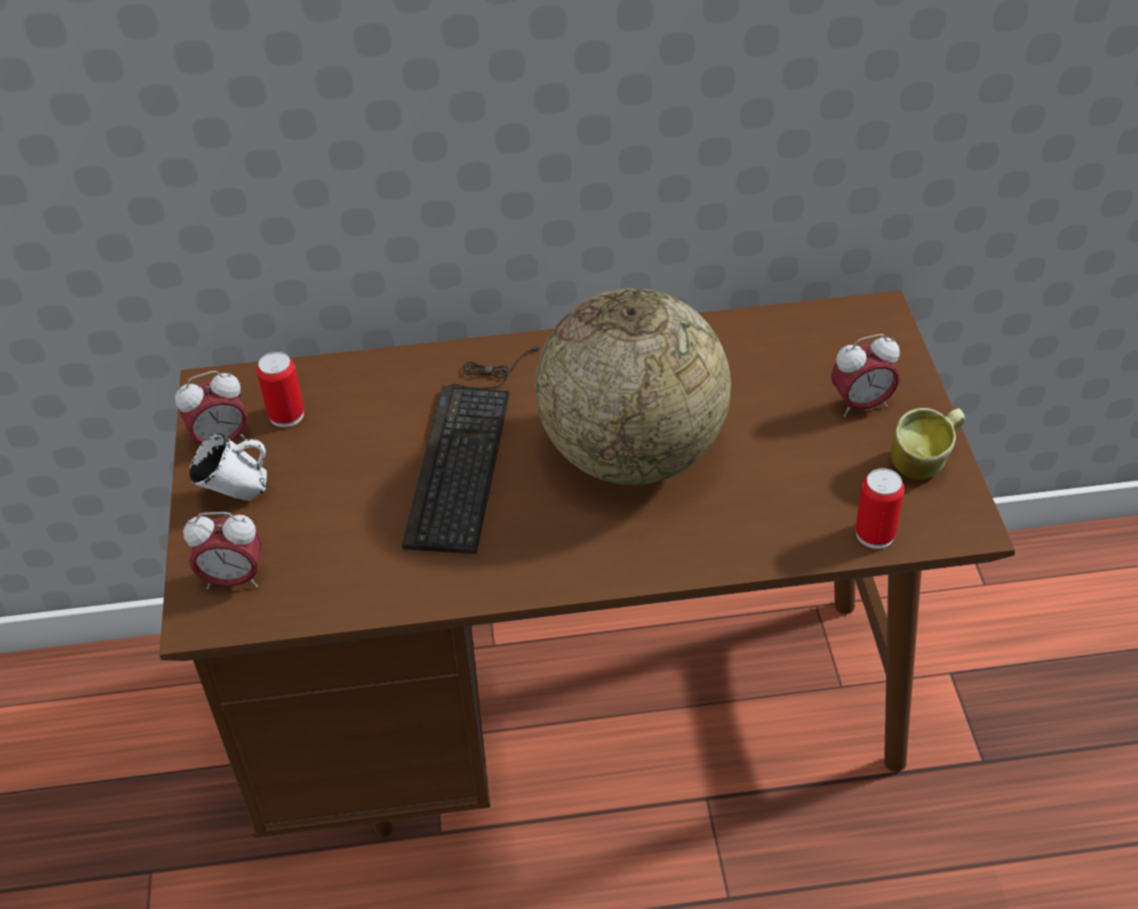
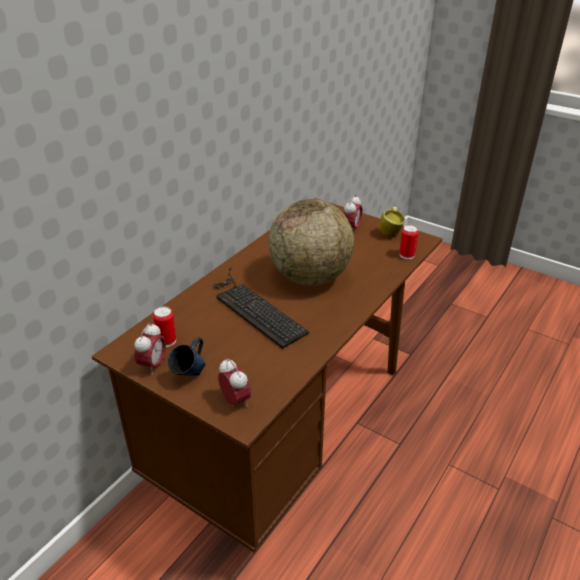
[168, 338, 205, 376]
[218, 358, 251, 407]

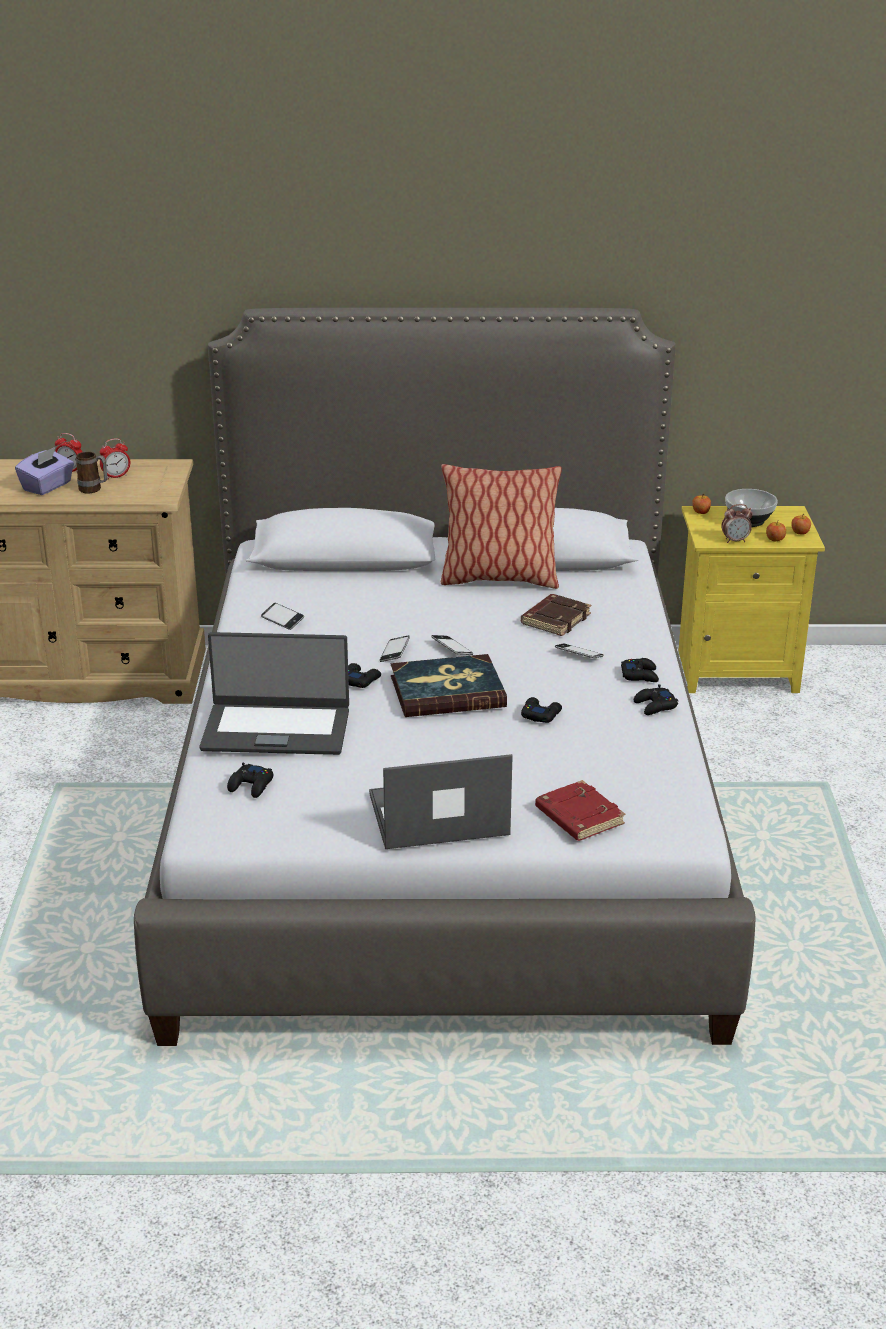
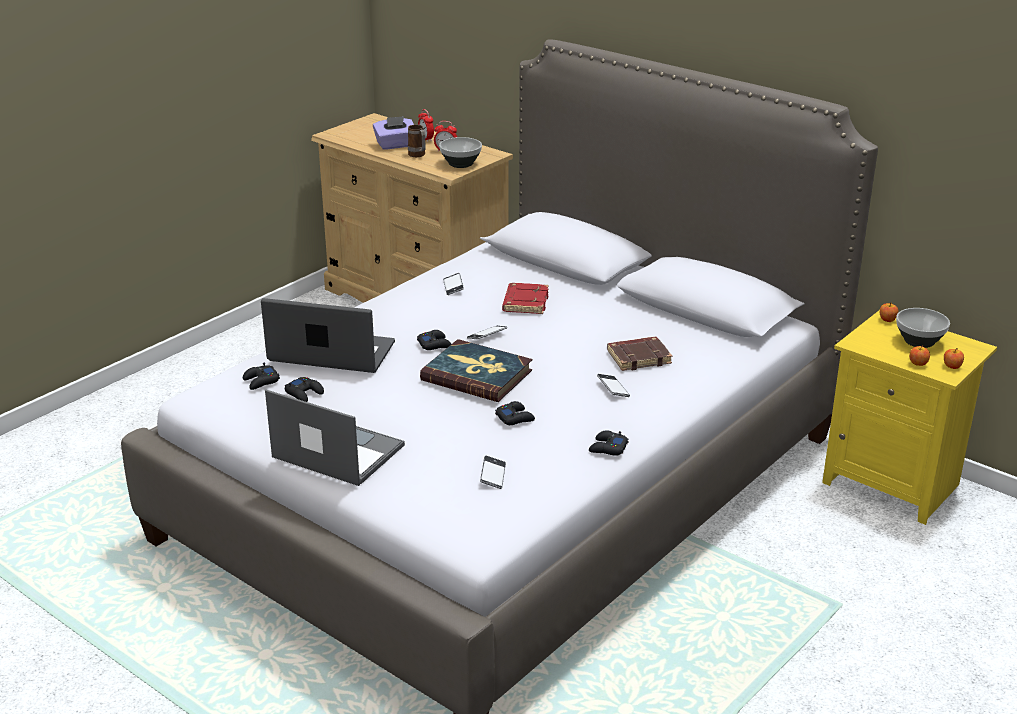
[261, 298, 395, 373]
[285, 377, 324, 402]
[439, 137, 482, 168]
[480, 456, 506, 489]
[502, 283, 549, 314]
[441, 464, 562, 589] (first image)
[721, 504, 753, 543] (first image)

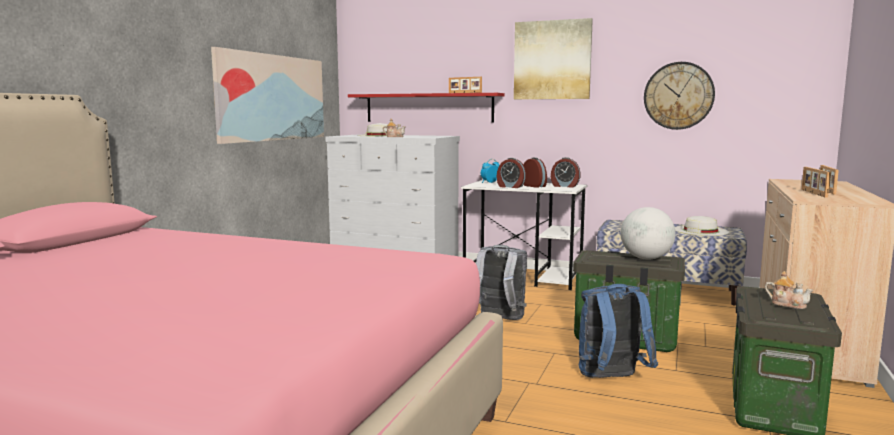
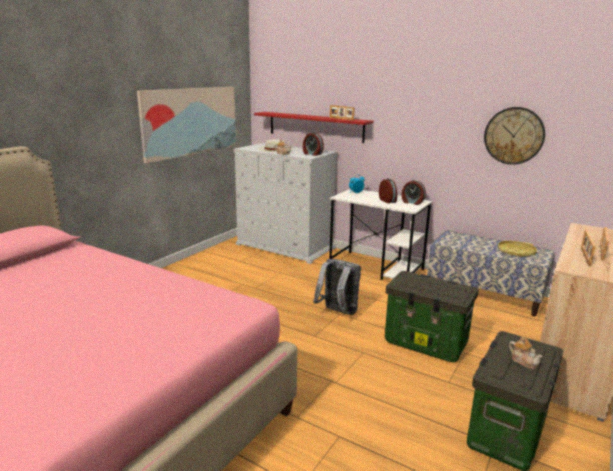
[303, 132, 324, 156]
[498, 241, 537, 257]
[514, 18, 593, 99] (first image)
[579, 284, 658, 378] (first image)
[621, 207, 676, 260] (first image)

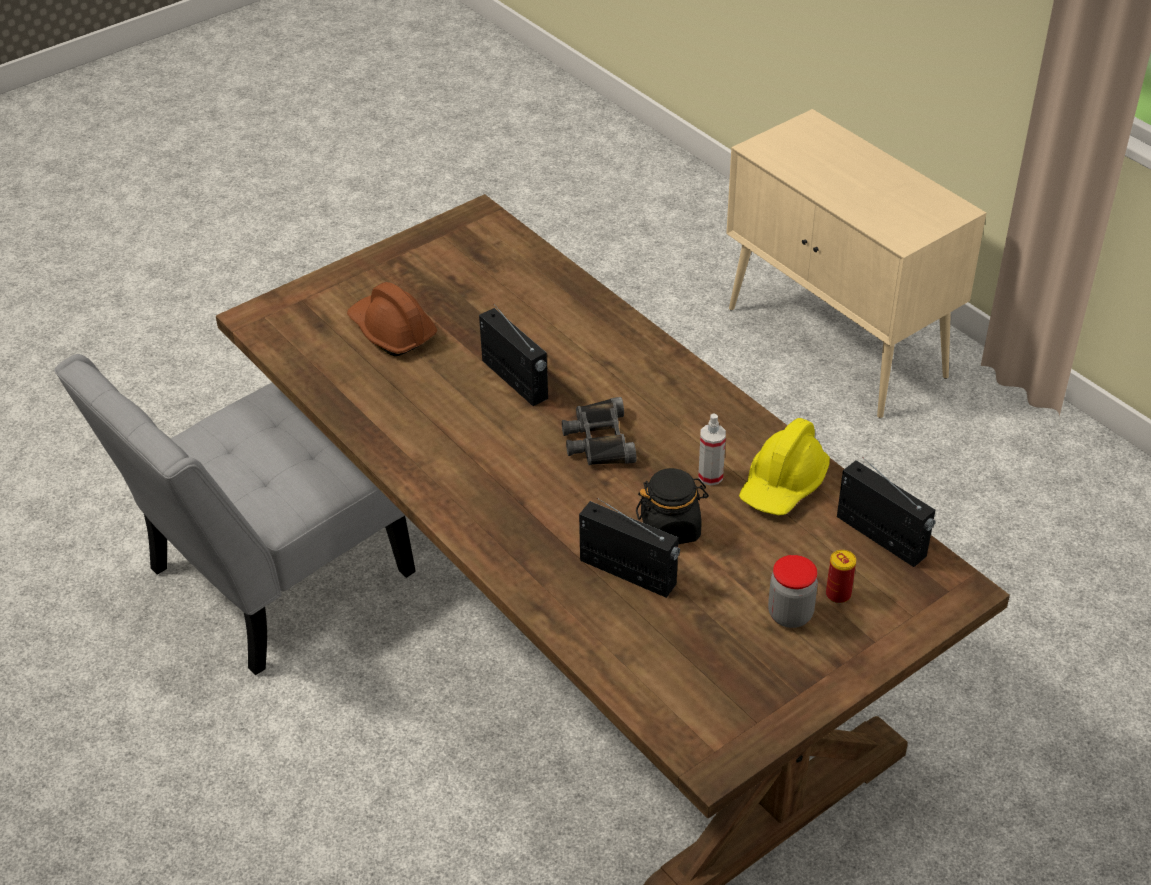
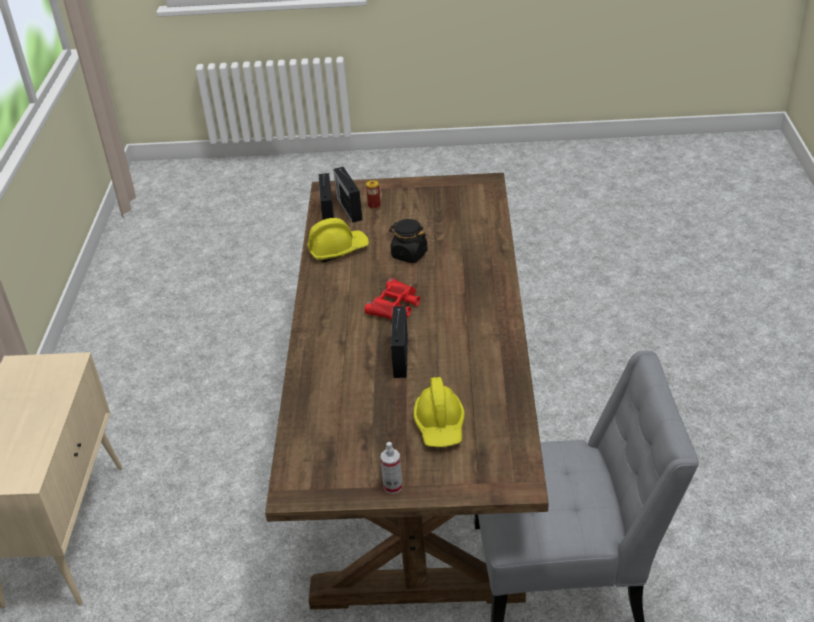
[333, 167, 362, 223]
[365, 278, 420, 319]
[380, 442, 403, 494]
[414, 377, 465, 447]
[768, 555, 818, 628] (first image)

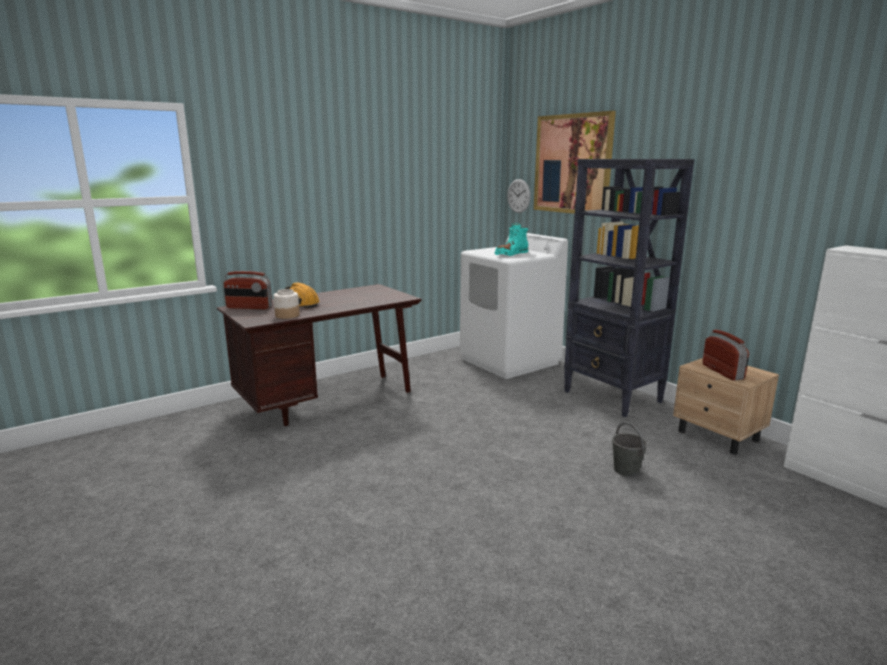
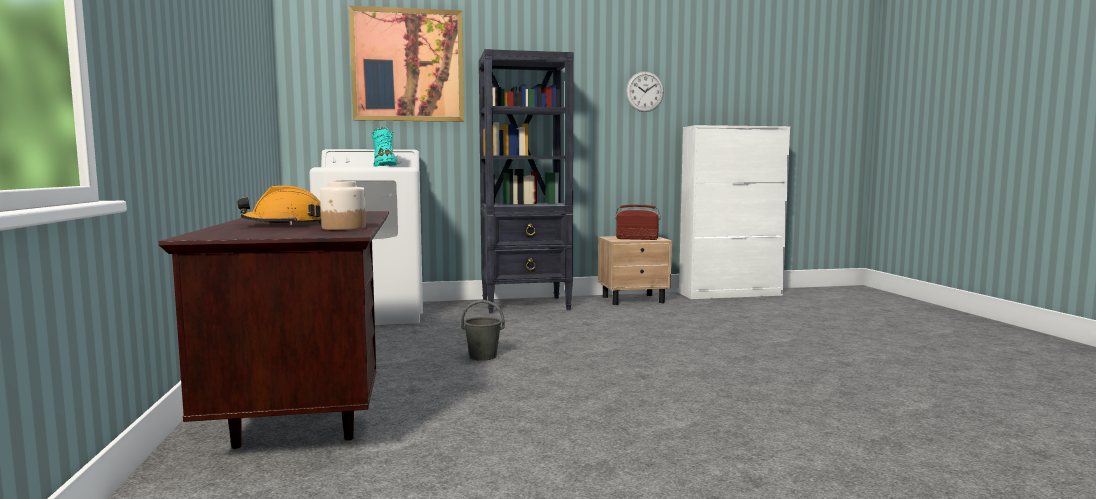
[461, 300, 505, 361]
[626, 71, 664, 112]
[223, 271, 272, 309] (first image)

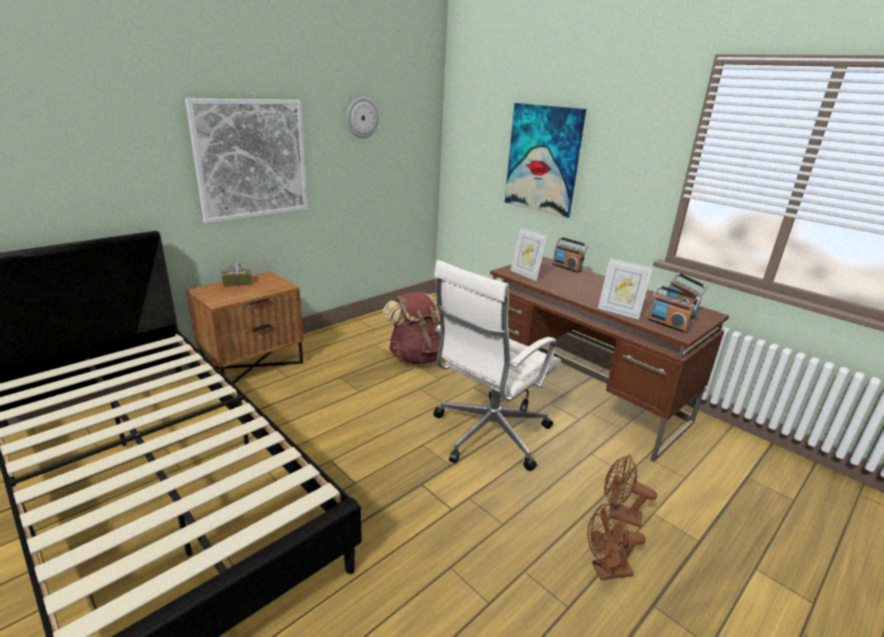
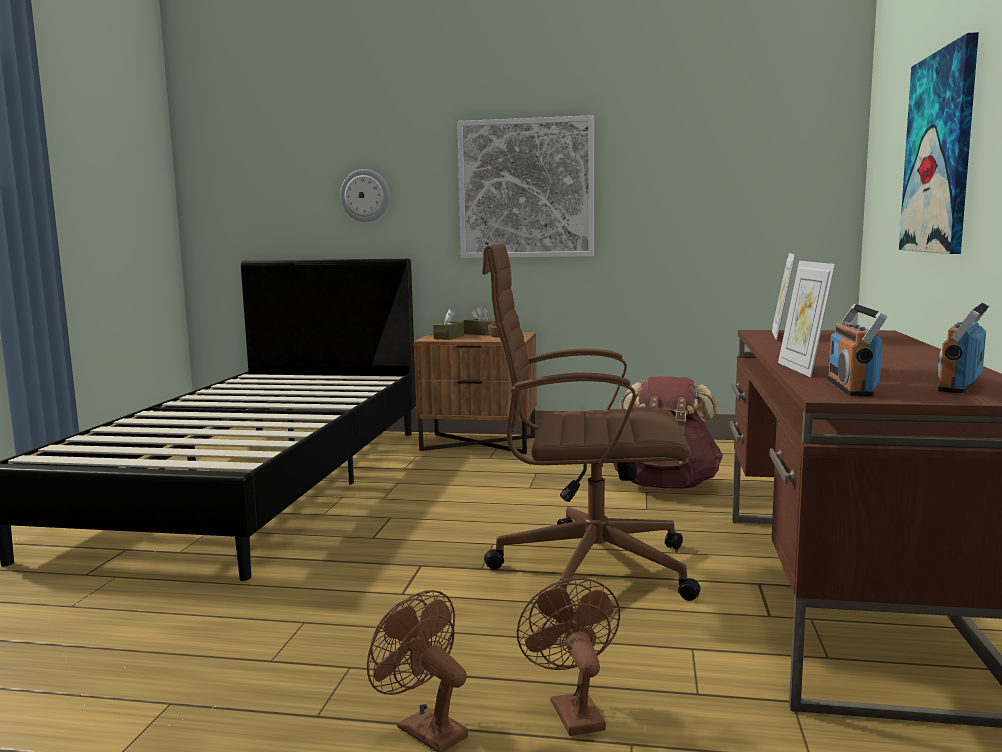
[340, 169, 390, 222]
[433, 309, 464, 340]
[482, 244, 700, 601]
[552, 237, 588, 273] (first image)

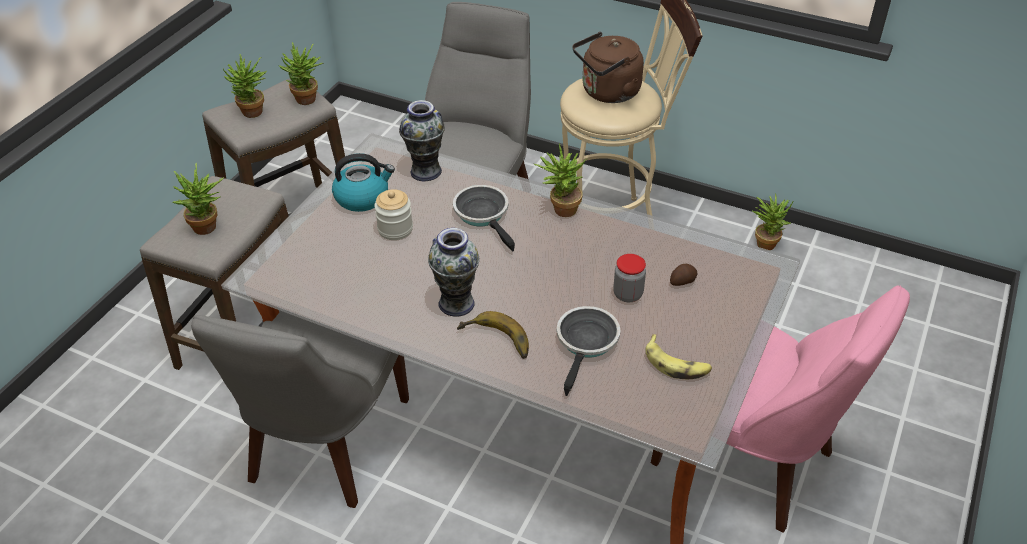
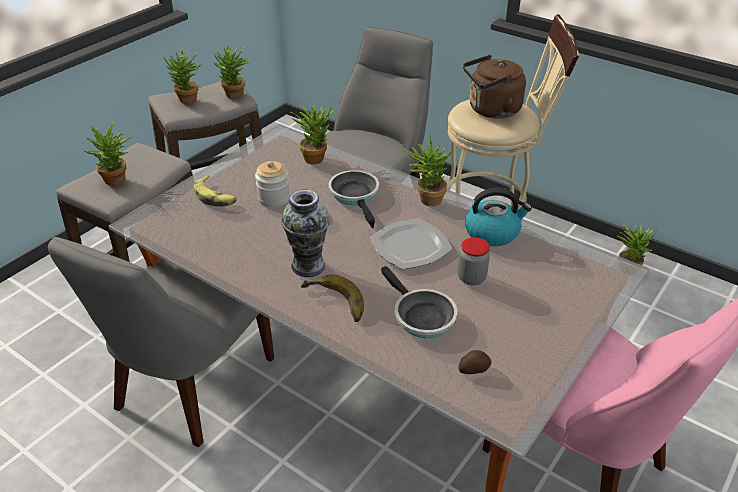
[193, 175, 237, 207]
[290, 104, 333, 164]
[370, 218, 453, 269]
[381, 266, 458, 338]
[458, 350, 491, 374]
[465, 188, 532, 246]

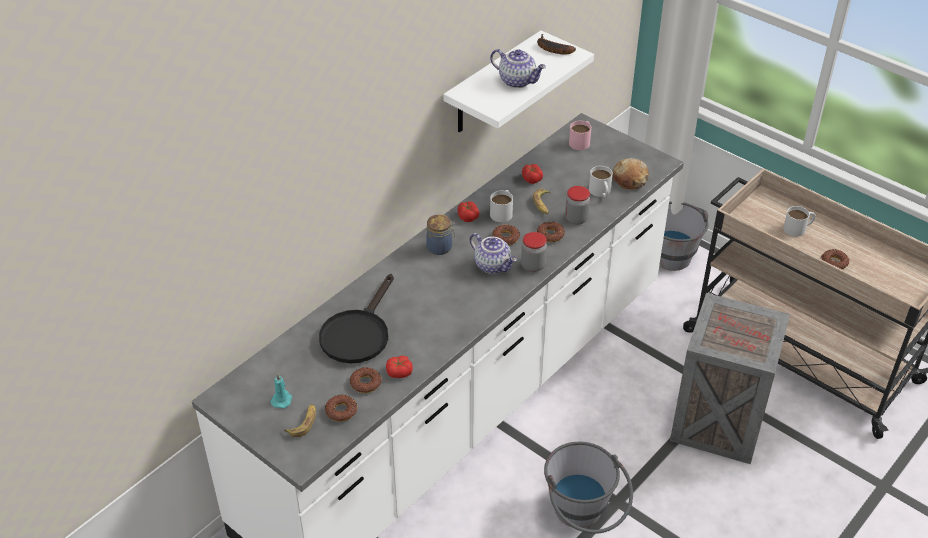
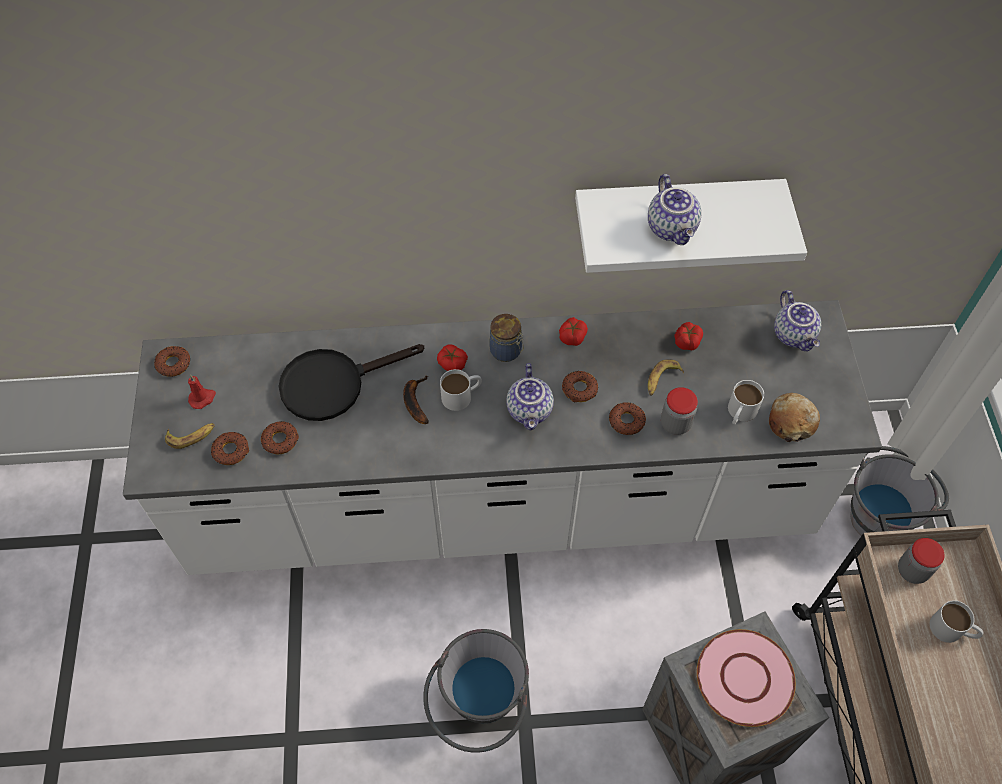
[154, 346, 190, 377]
[188, 374, 216, 409]
[403, 376, 429, 424]
[437, 344, 468, 371]
[440, 369, 482, 411]
[697, 629, 796, 727]
[774, 290, 821, 352]
[898, 538, 945, 584]

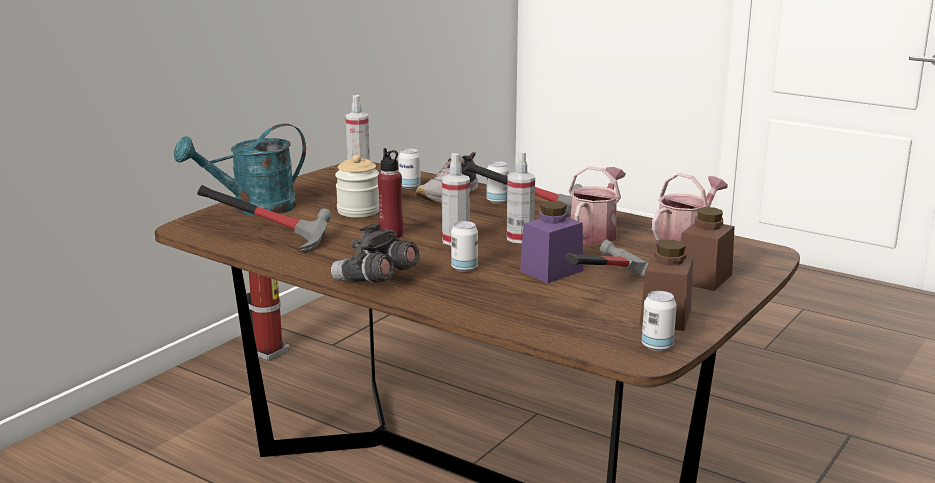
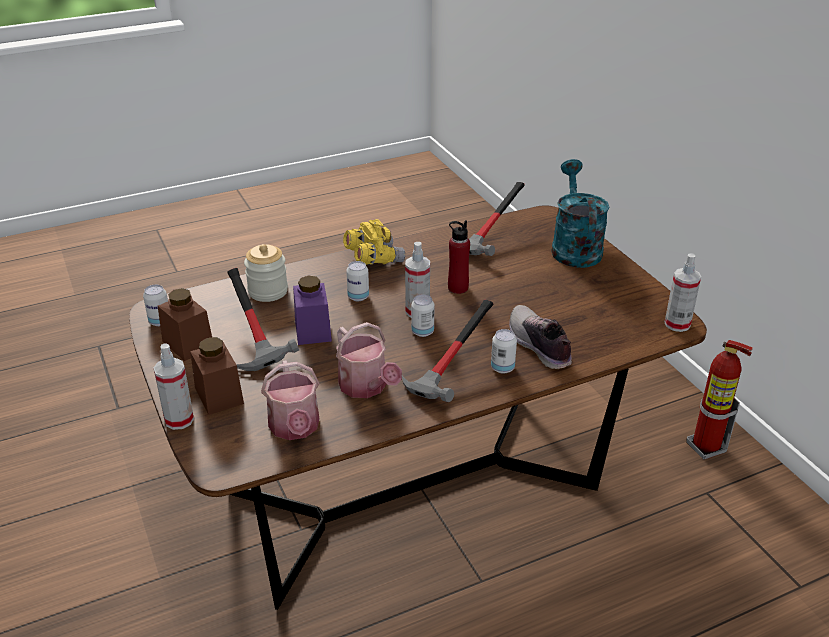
[154, 344, 194, 430]
[244, 244, 288, 302]
[343, 219, 405, 265]
[411, 294, 434, 337]

